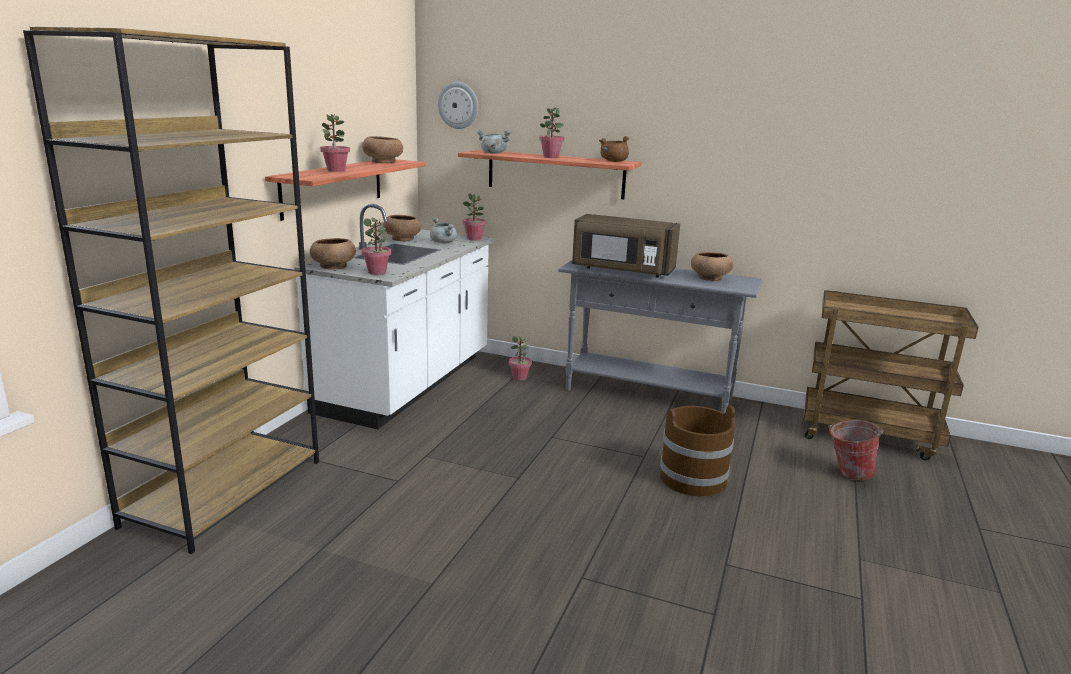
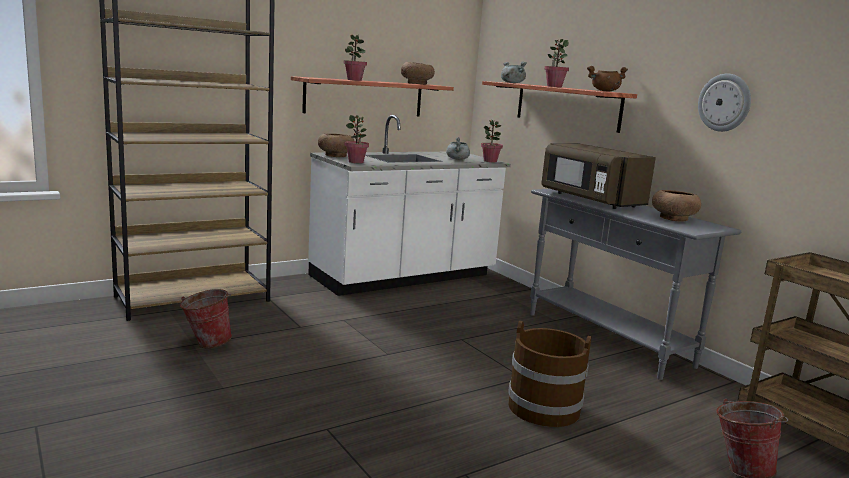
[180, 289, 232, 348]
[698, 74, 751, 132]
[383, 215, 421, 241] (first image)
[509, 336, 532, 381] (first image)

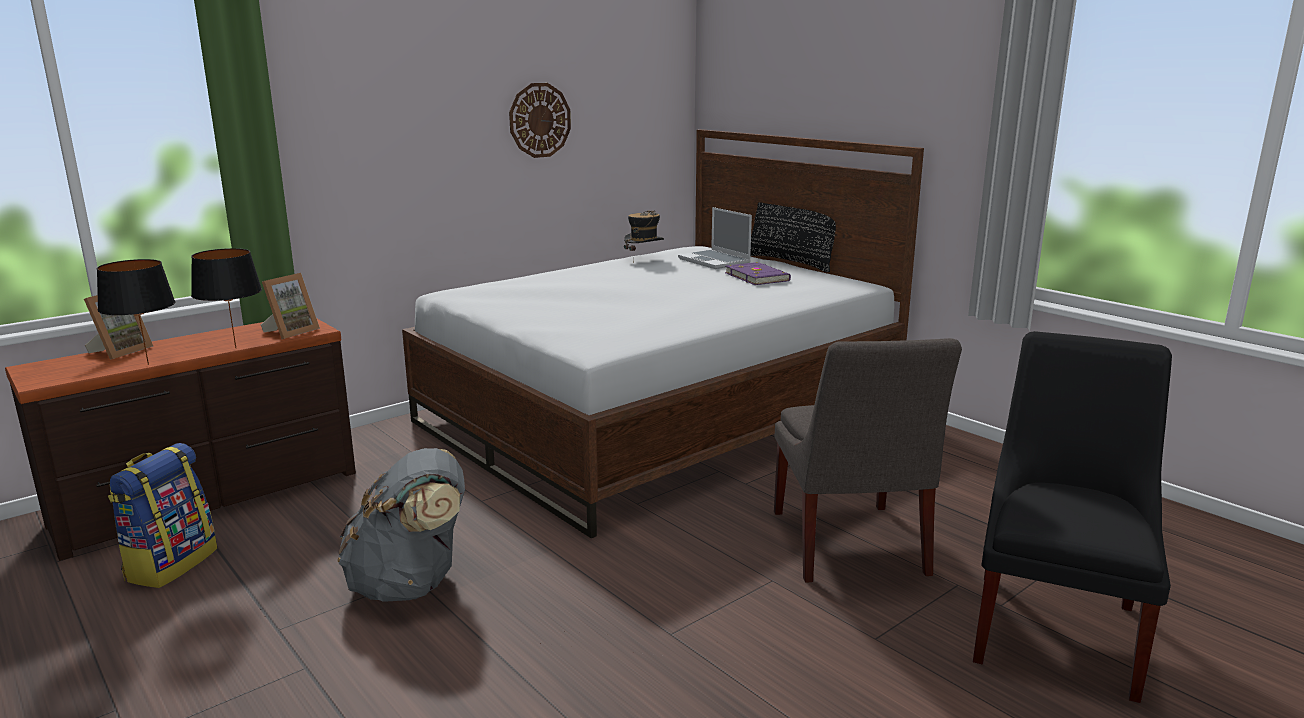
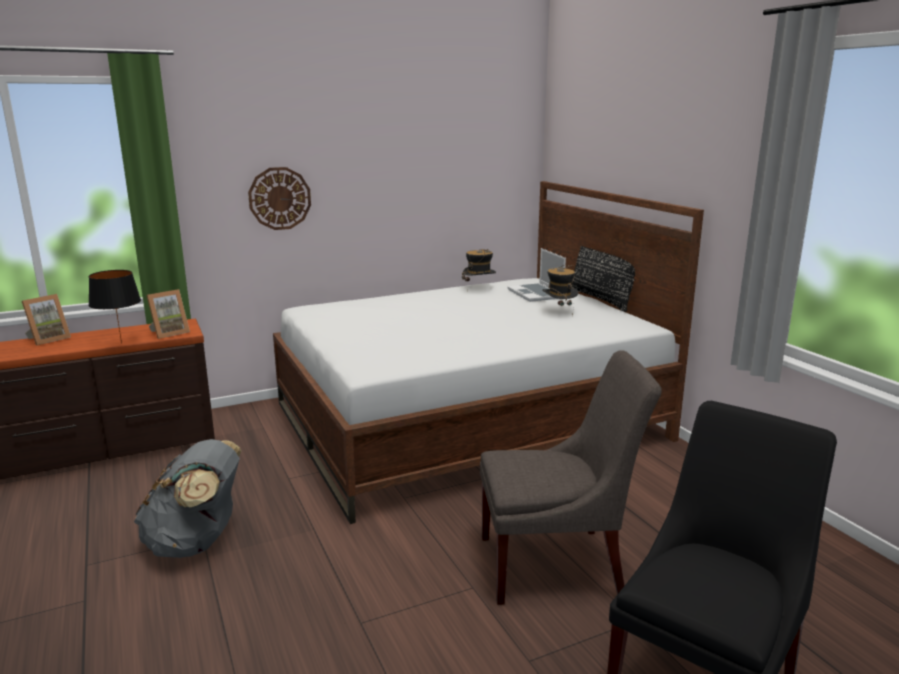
[248, 167, 311, 230]
[480, 350, 662, 605]
[542, 265, 578, 316]
[97, 259, 176, 365] (first image)
[108, 443, 217, 588] (first image)

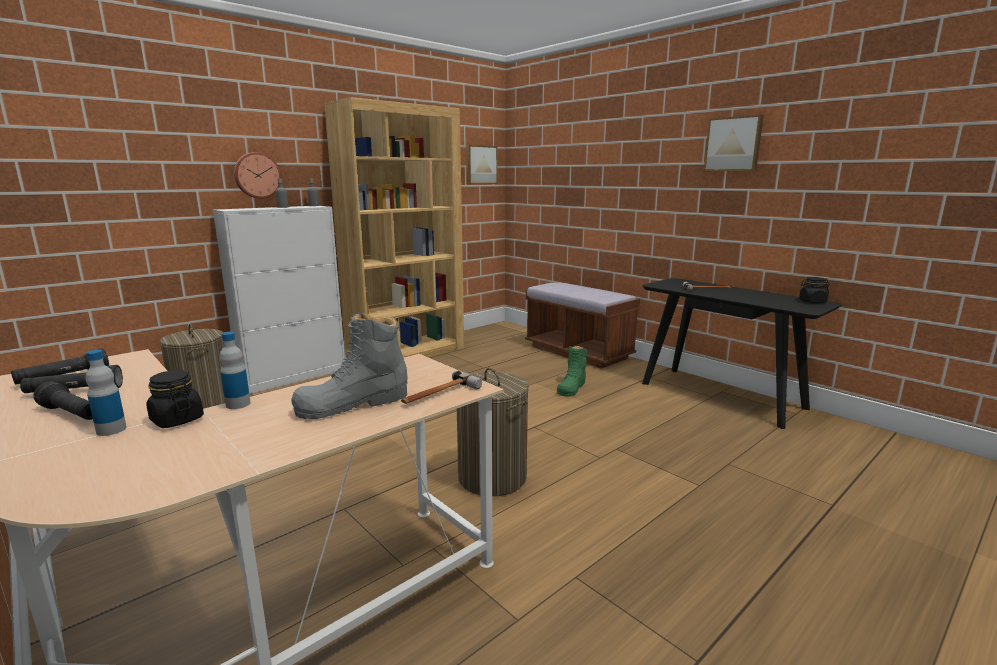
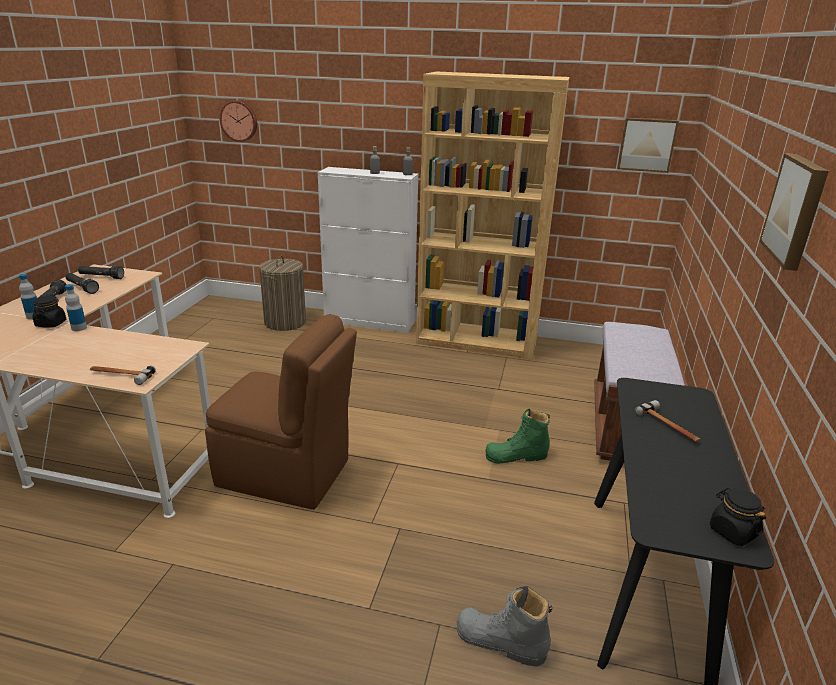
[205, 314, 357, 510]
[219, 101, 257, 142]
[456, 586, 553, 667]

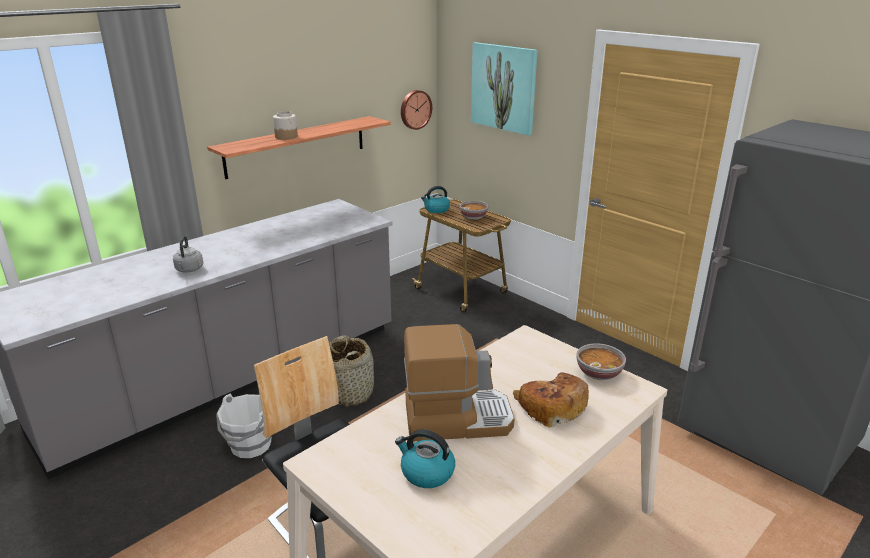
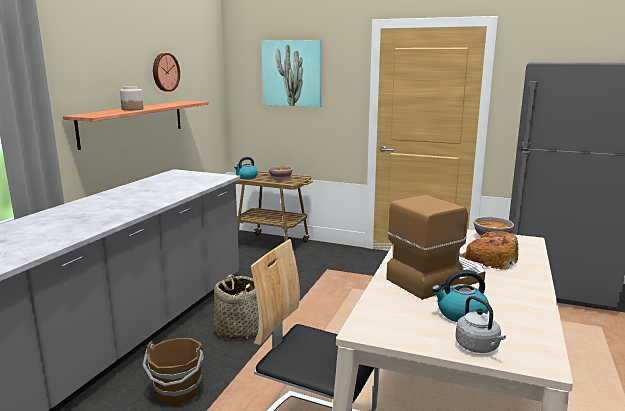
[142, 338, 204, 405]
[153, 53, 180, 92]
[456, 296, 506, 353]

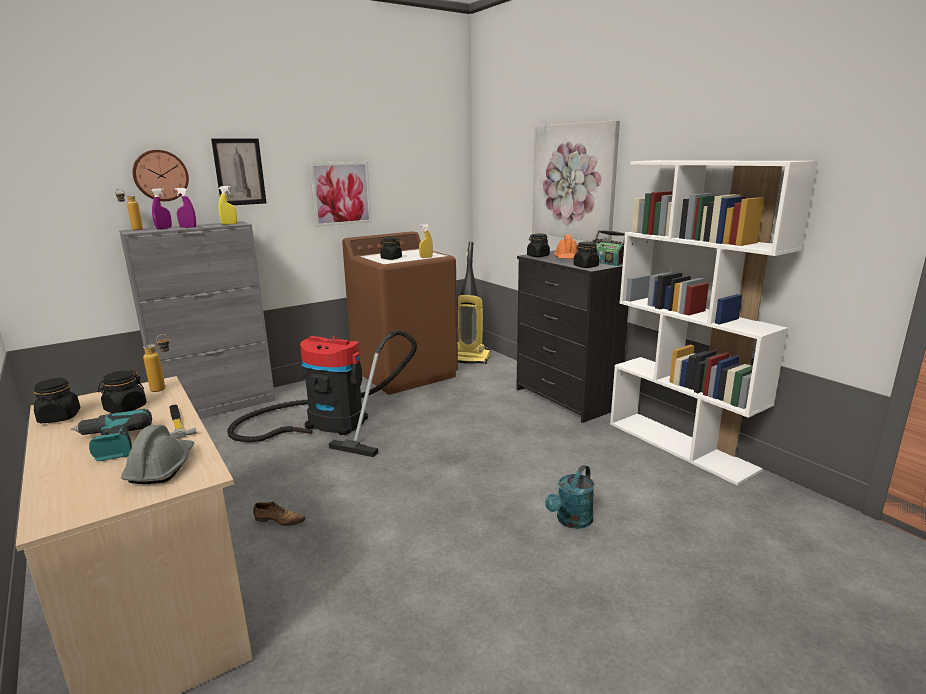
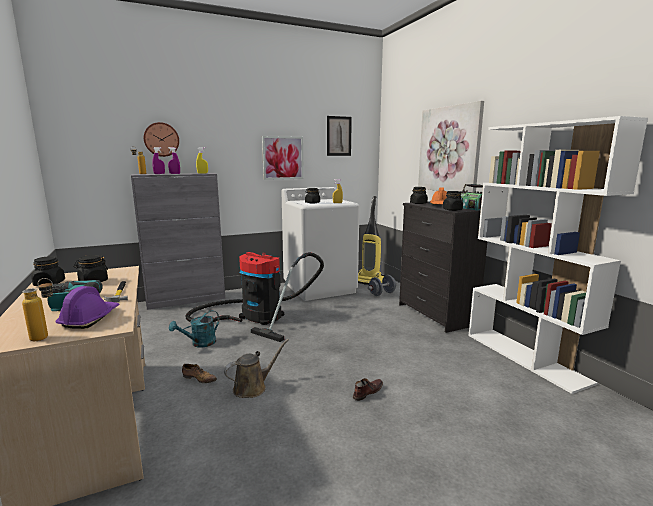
[22, 278, 53, 341]
[55, 286, 120, 329]
[169, 310, 219, 348]
[224, 339, 289, 398]
[281, 187, 360, 301]
[327, 116, 352, 156]
[353, 378, 383, 401]
[368, 275, 397, 296]

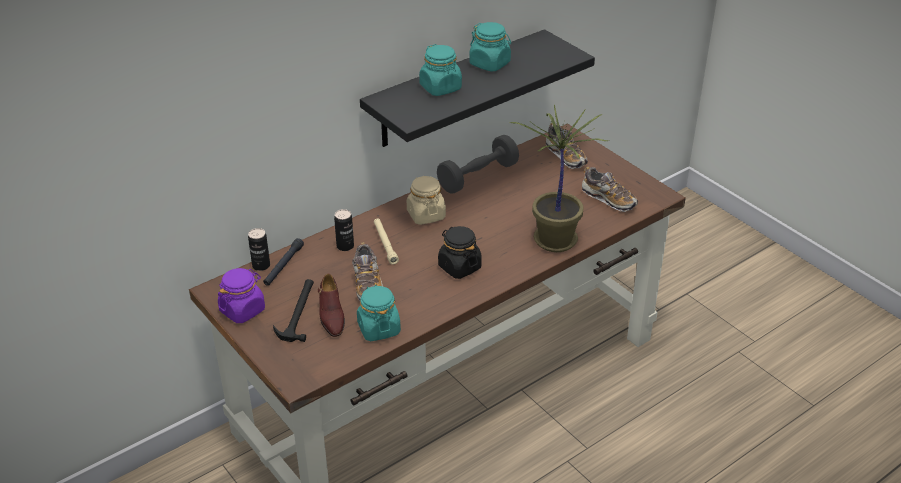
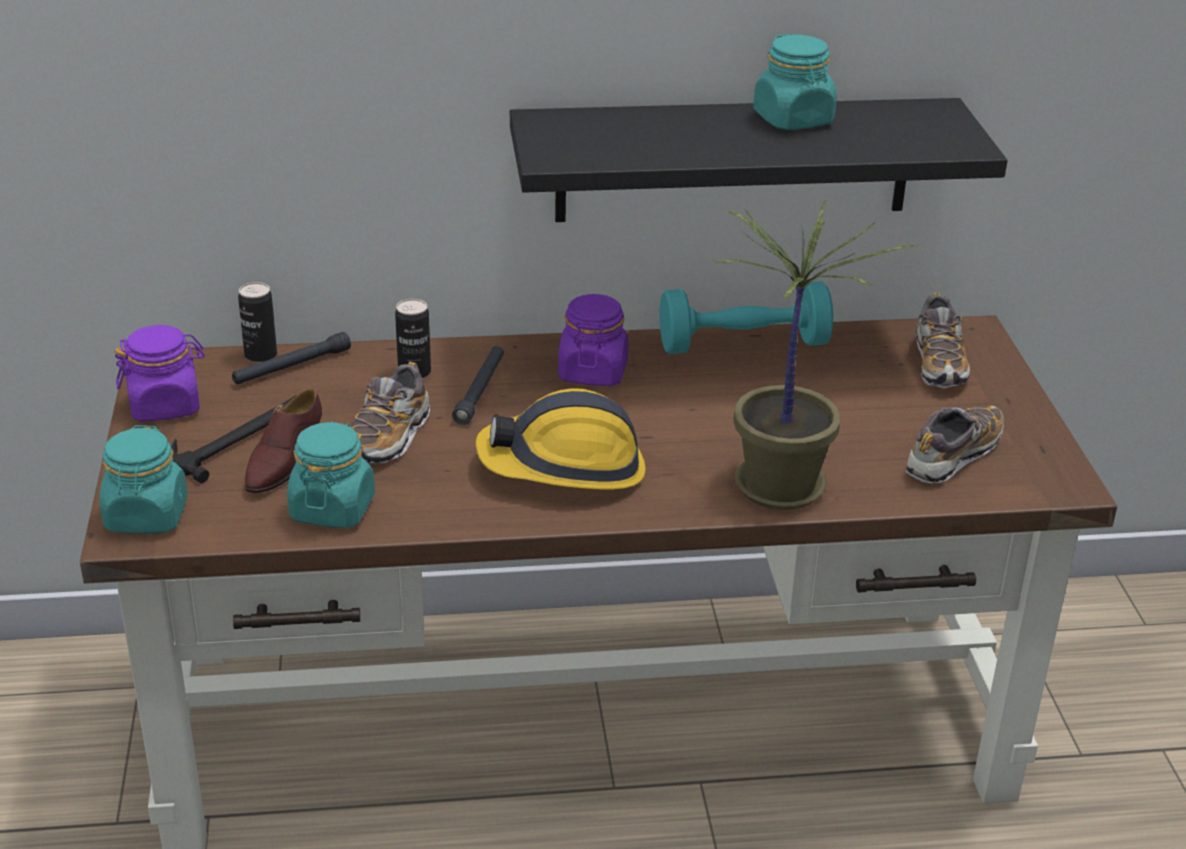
[100, 425, 188, 534]
[452, 346, 504, 425]
[476, 388, 646, 490]
[558, 294, 629, 386]
[660, 281, 833, 354]
[905, 406, 1004, 483]

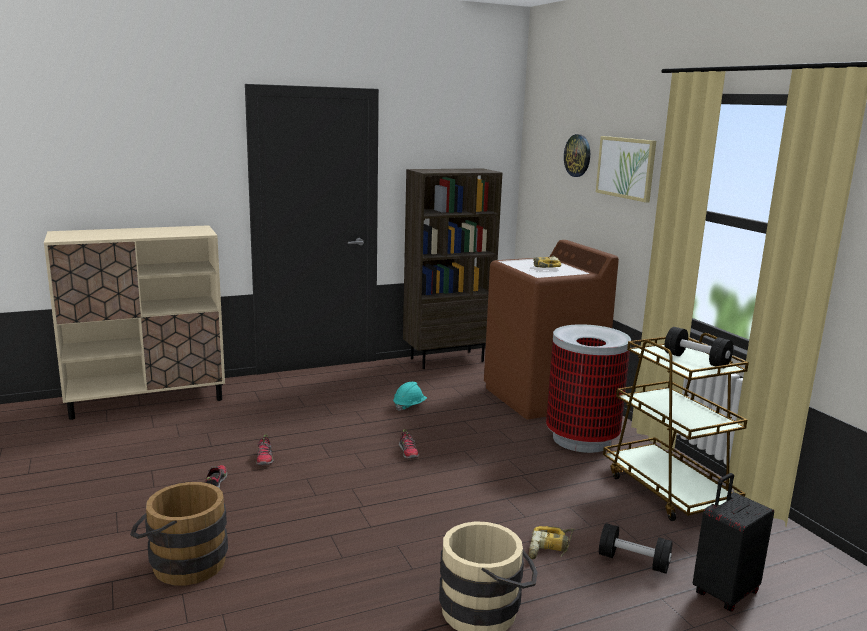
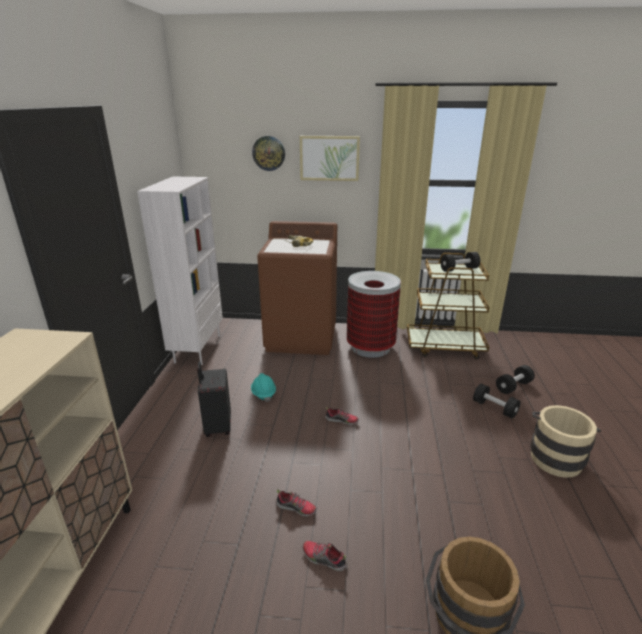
[137, 176, 223, 365]
[197, 361, 231, 437]
[473, 384, 521, 418]

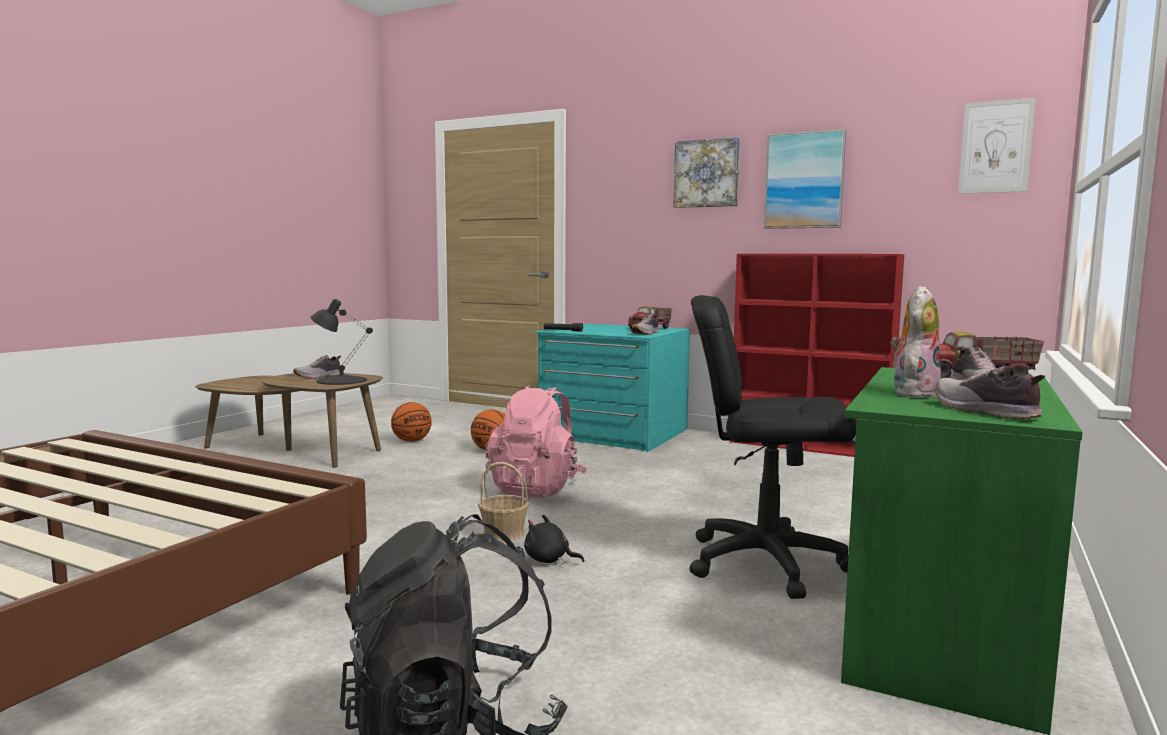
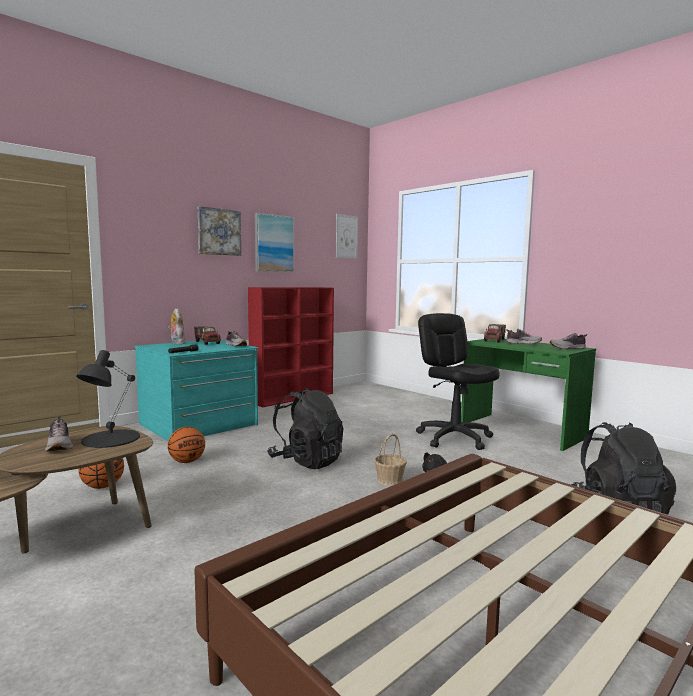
[168, 309, 185, 345]
[267, 388, 344, 469]
[416, 313, 500, 450]

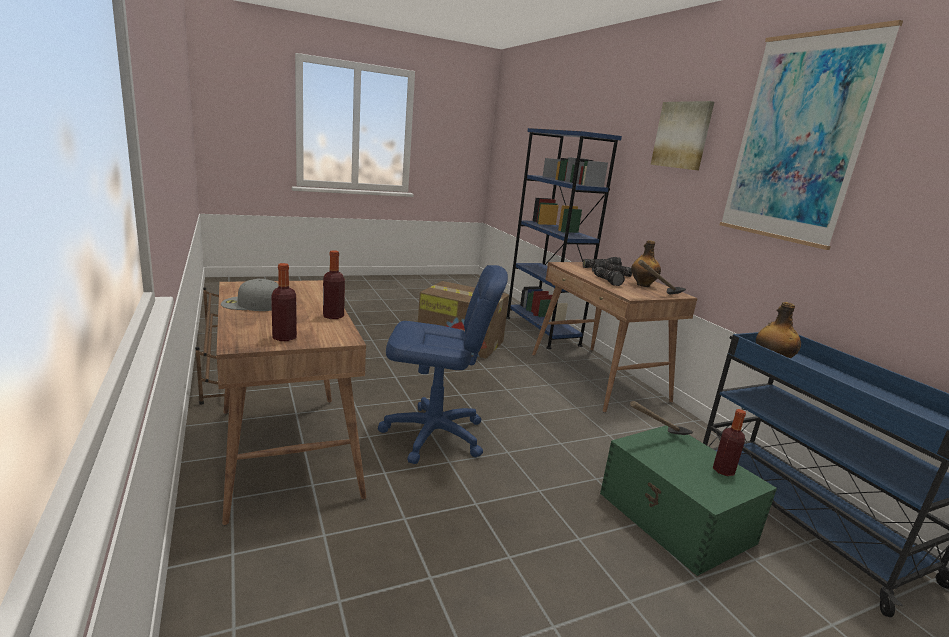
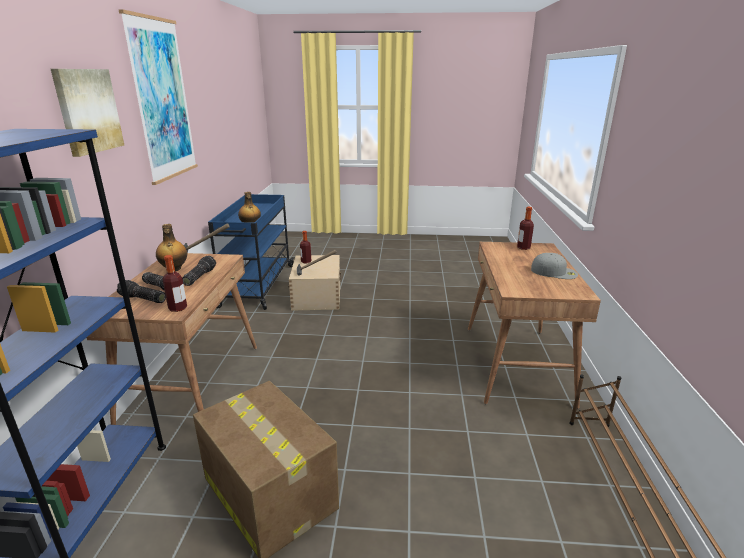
[162, 255, 187, 312]
[288, 255, 341, 311]
[378, 265, 508, 464] (first image)

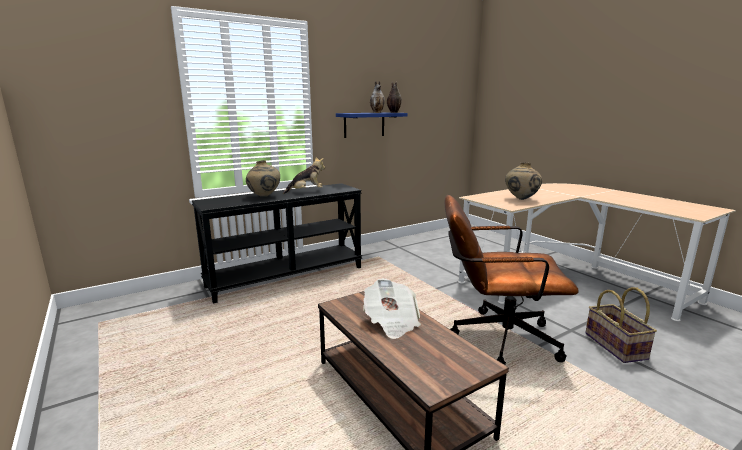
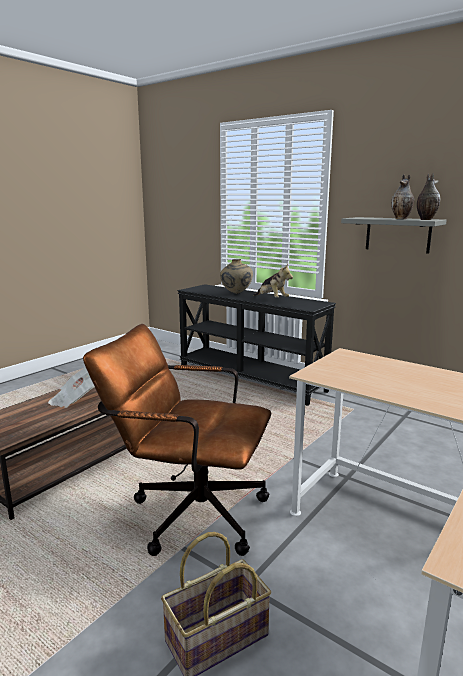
[83, 324, 271, 556]
[341, 217, 447, 254]
[505, 162, 542, 200] (first image)

